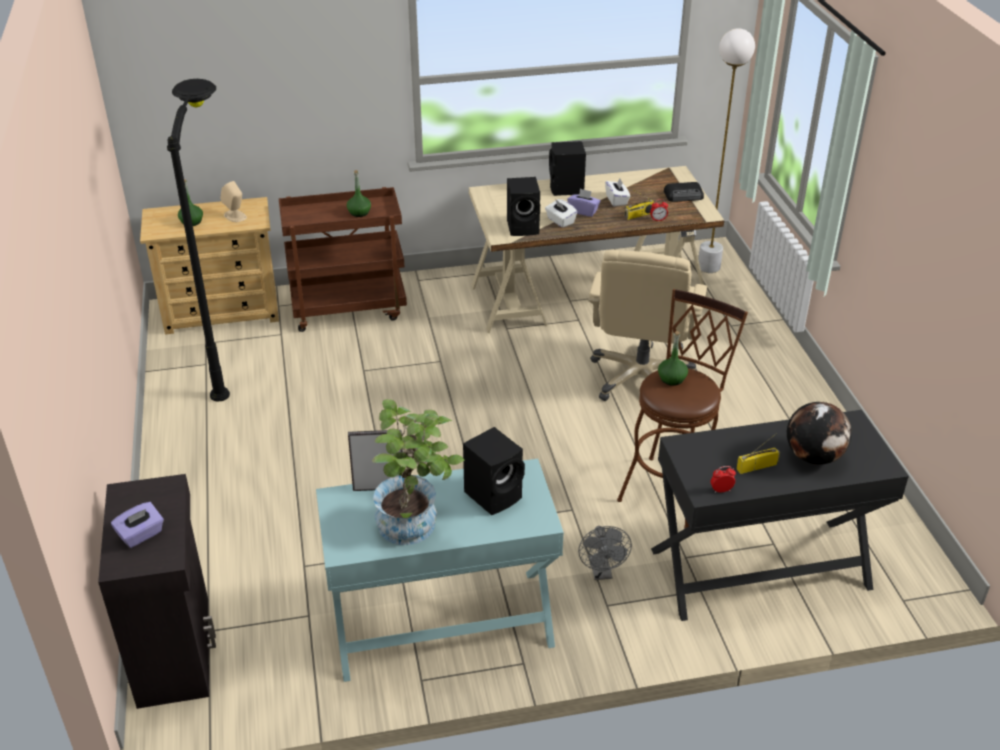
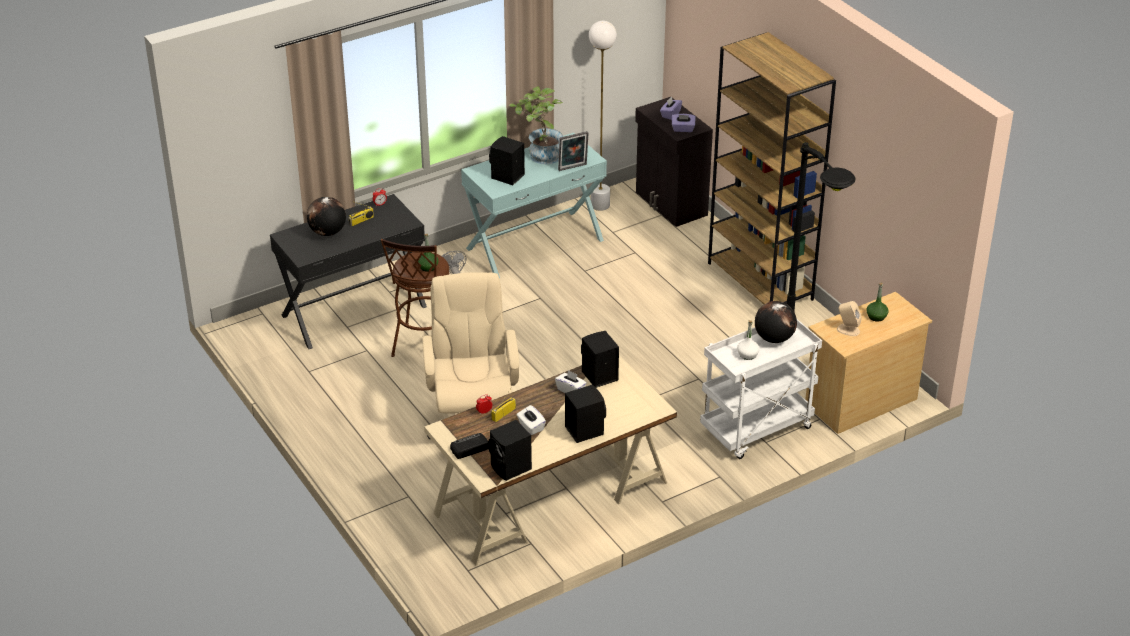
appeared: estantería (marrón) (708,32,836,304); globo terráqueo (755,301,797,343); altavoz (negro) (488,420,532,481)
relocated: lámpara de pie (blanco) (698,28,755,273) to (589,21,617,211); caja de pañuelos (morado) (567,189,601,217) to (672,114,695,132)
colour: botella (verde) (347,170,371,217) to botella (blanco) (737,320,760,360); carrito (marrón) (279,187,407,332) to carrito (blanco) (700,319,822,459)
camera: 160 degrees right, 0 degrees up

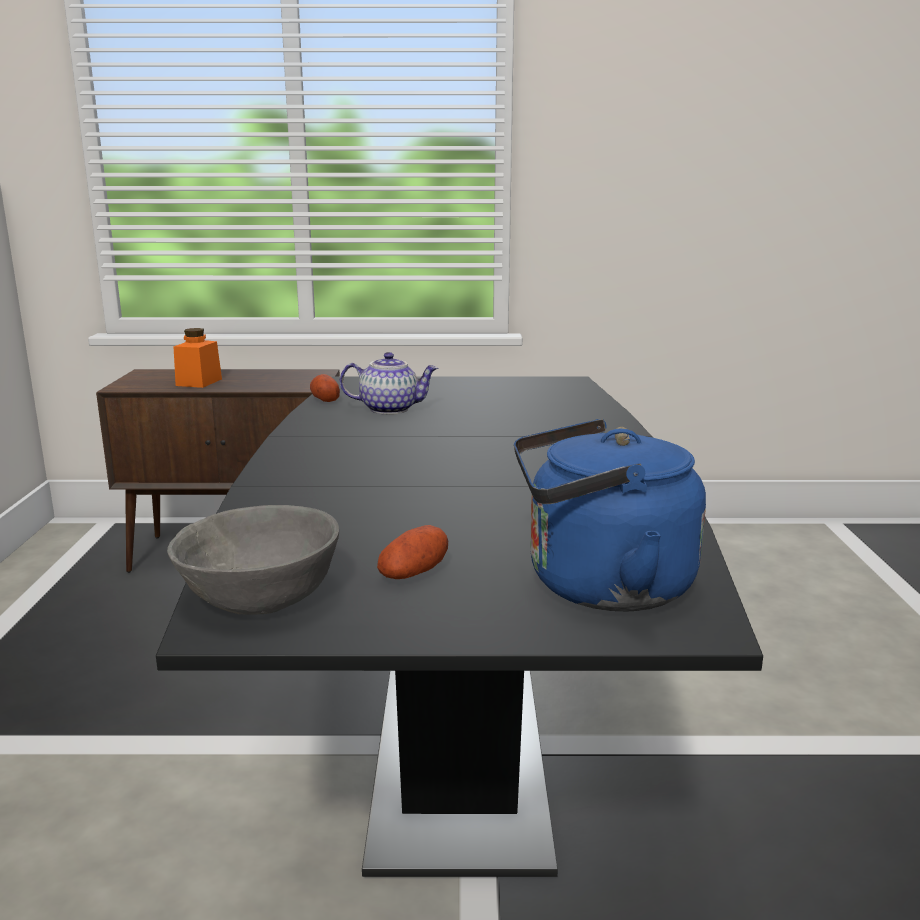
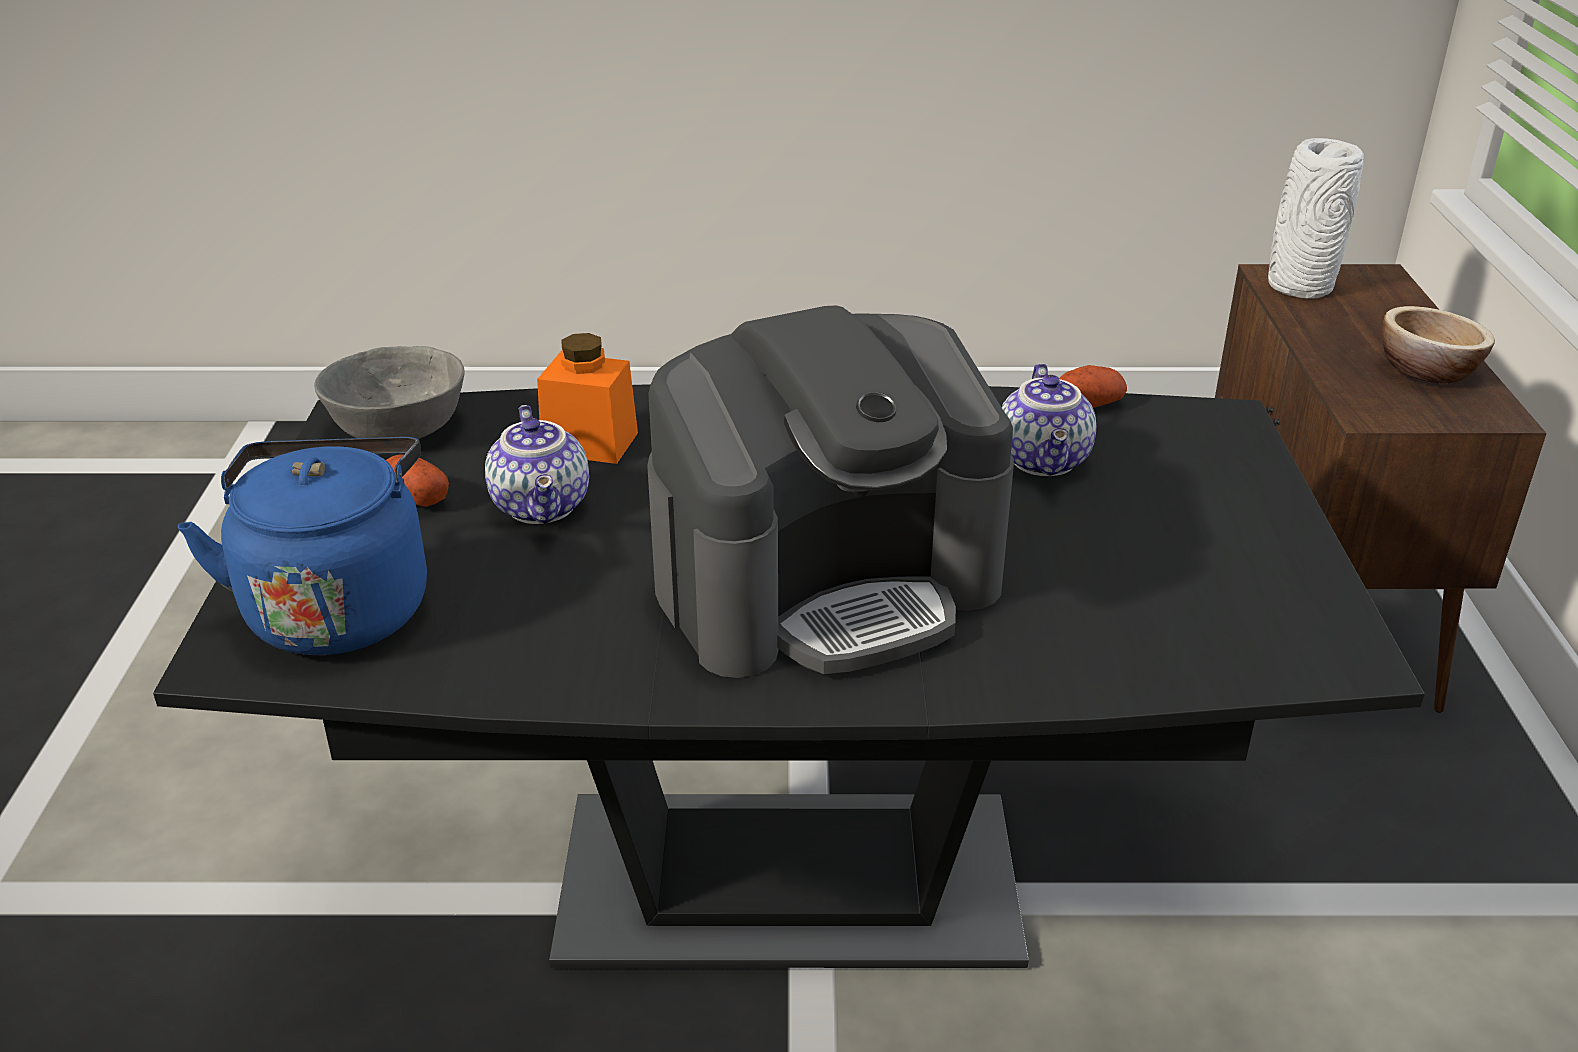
appeared: florero (blanco) (1268,138,1364,299); cafetera (647,305,1014,678); cuenco (1382,306,1495,383); tetera (485,405,589,524)
relocated: tarro (naranja) (173,328,222,388) to (537,333,638,464)
camera: 90 degrees right, 15 degrees up

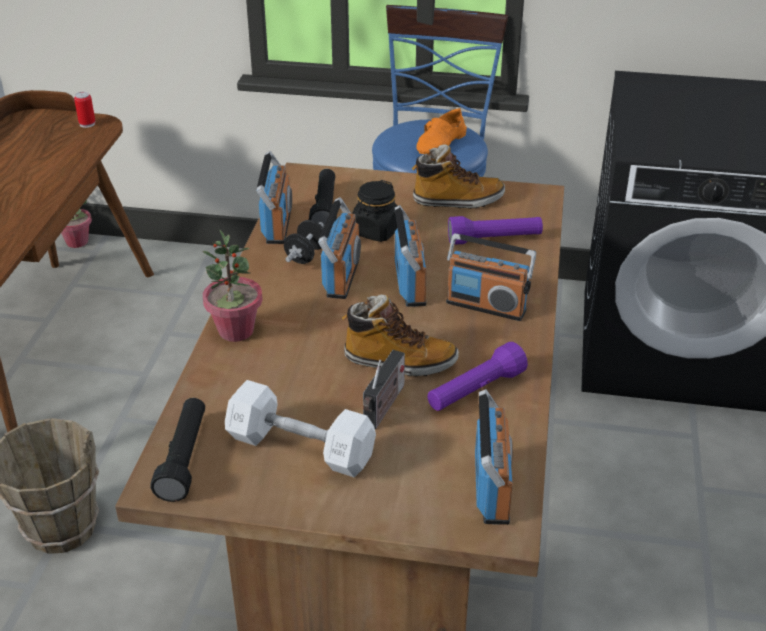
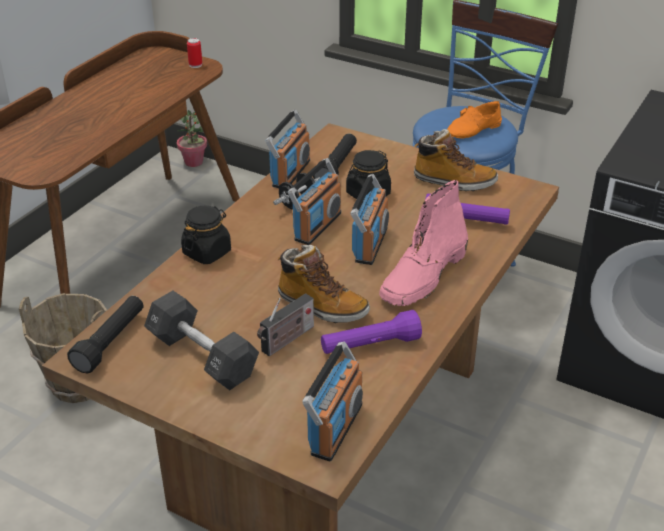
exchanged: planta en maceta (202,229,263,342) to tarro (negro) (181,206,231,264); radio (446,233,536,321) to bota (rosa) (379,180,468,306)
colour: mancuerna (blanco) (225,380,376,478) to mancuerna (negro) (144,291,259,390)
camera: 20 degrees right, 0 degrees up

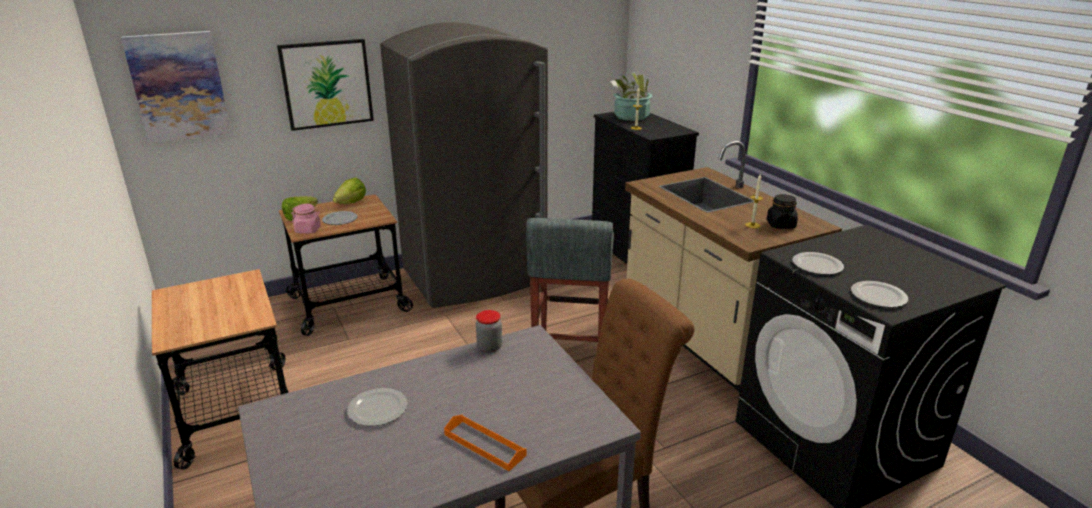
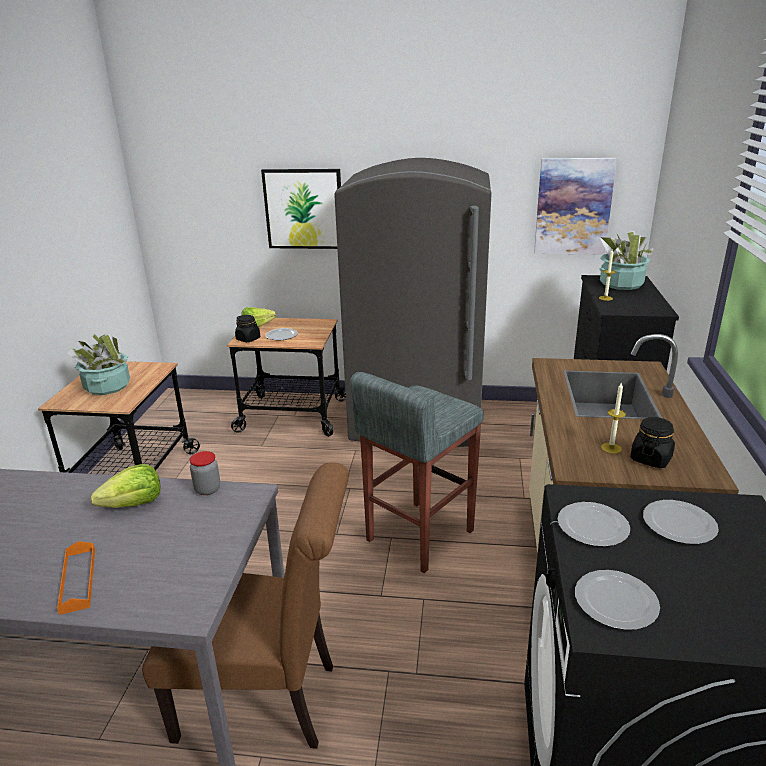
appeared: planta en maceta (67,333,130,395)
relocated: cuadro (121,31,231,143) to (534,158,617,254); lechuga (333,178,366,204) to (91,464,161,508); plato (347,388,408,426) to (643,500,719,544)
colour: tarro (rosa) (291,204,321,234) to tarro (negro) (235,315,260,342)
camera: 35 degrees right, 0 degrees up

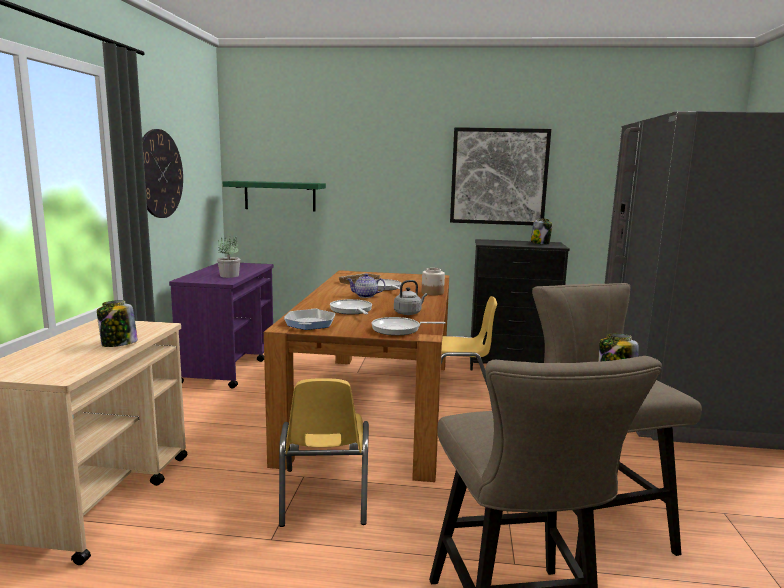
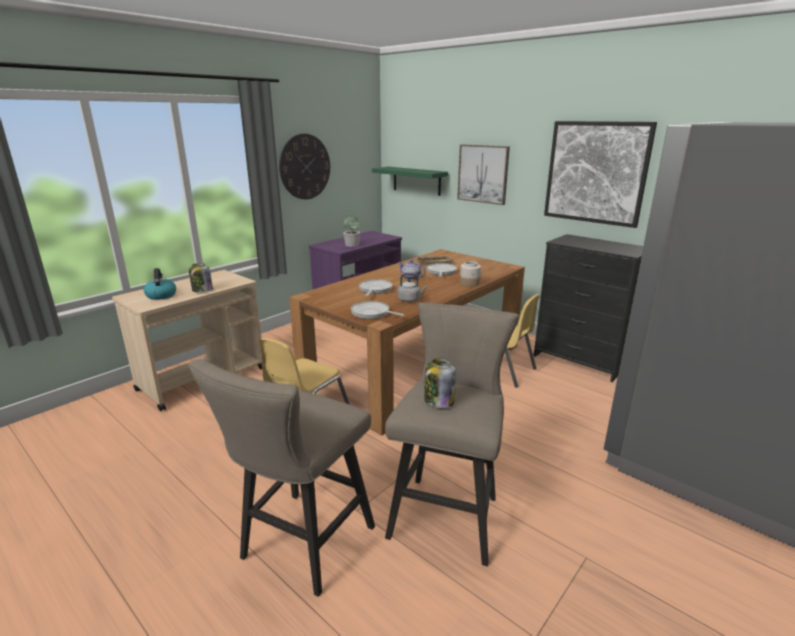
missing: tarro (531,218,552,245); sartén (284,308,335,330)
appeared: cuadro (457,144,510,205); hervidor (144,268,176,300)
camera: 35 degrees right, 10 degrees up

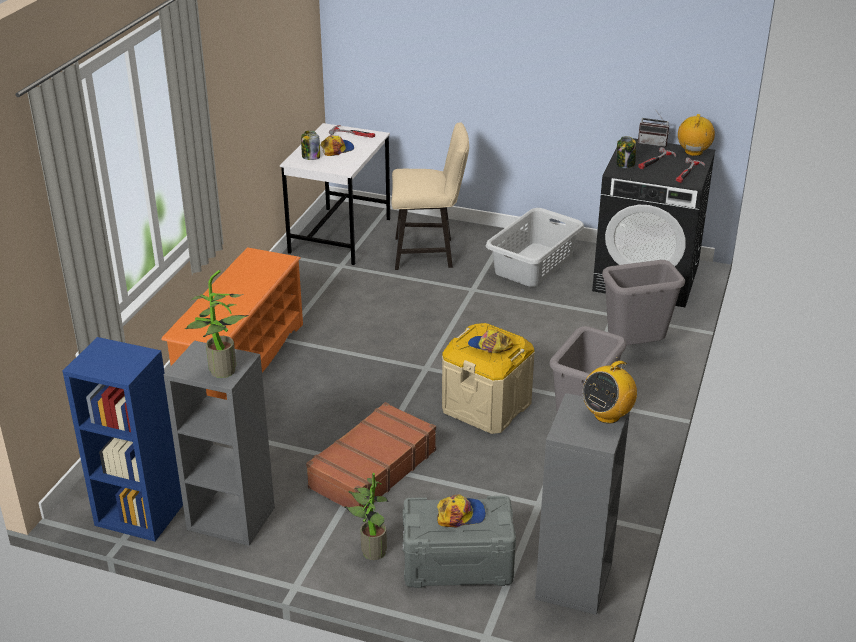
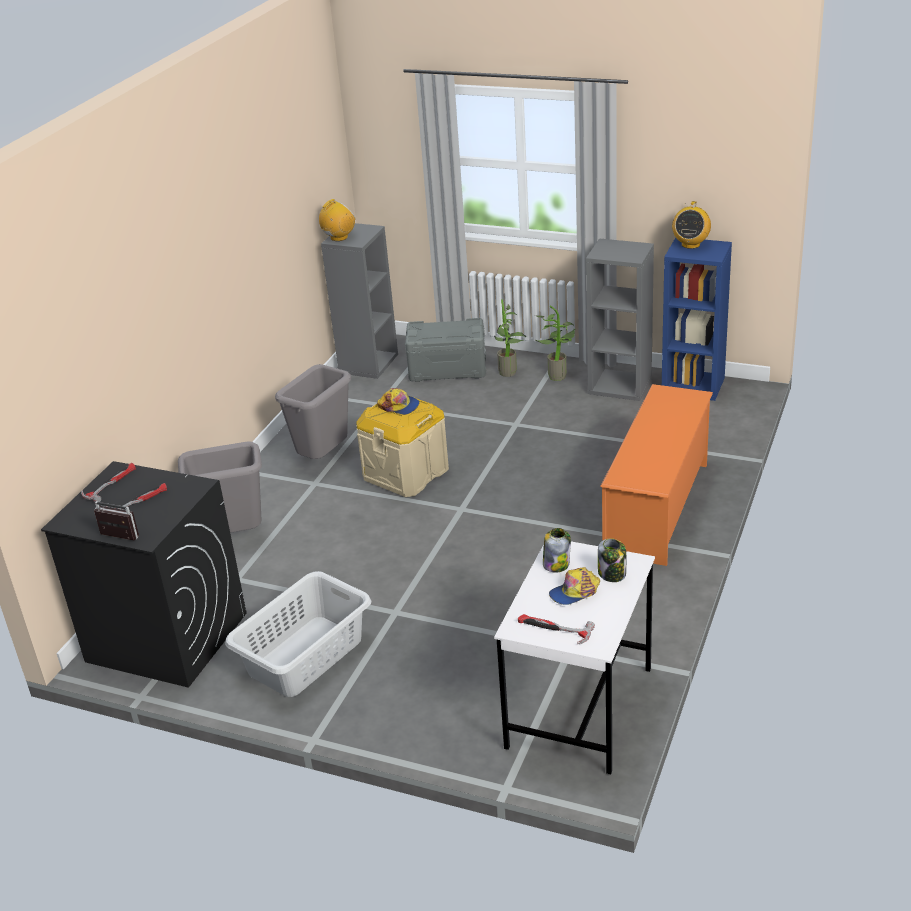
missing: silla (beis) (392,122,469,270); maleta (marrón) (306,402,436,509); gorra (437,494,486,528)
relocated: radio (678,114,715,156) to (672,201,711,249); tarro (617,136,636,168) to (543,528,571,573); planta en maceta (184,270,249,378) to (535,305,575,381)
camera: 175 degrees left, 0 degrees up

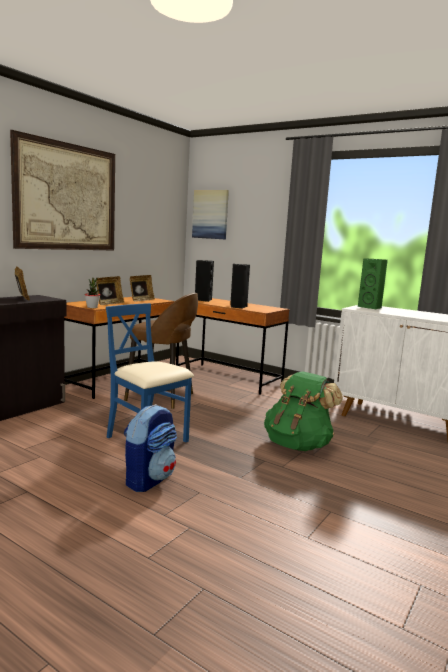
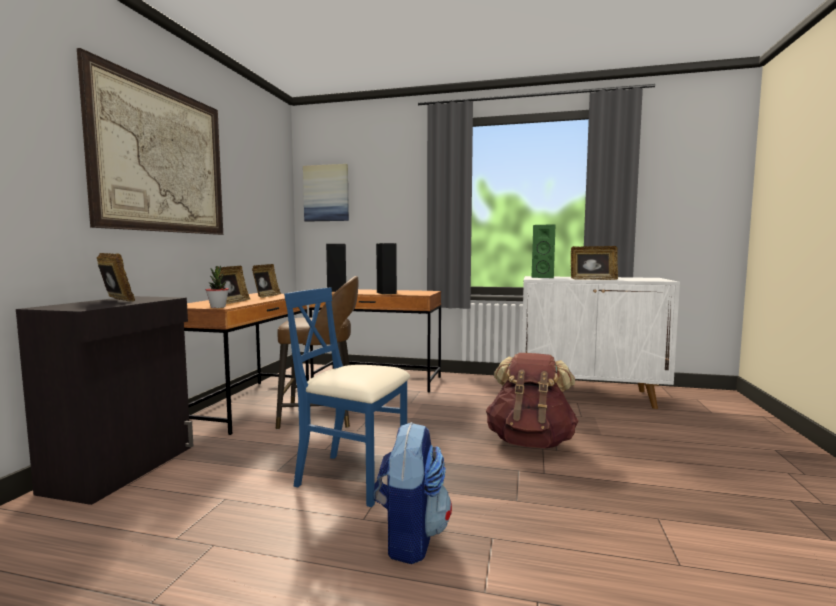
appeared: portarretratos (571,246,618,280)
colour: mochila (verde) (264,371,343,451) to mochila (marrón) (486,353,578,448)
camera: 20 degrees left, 5 degrees down

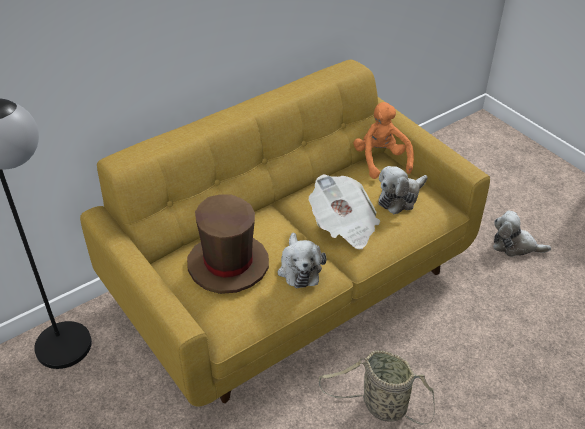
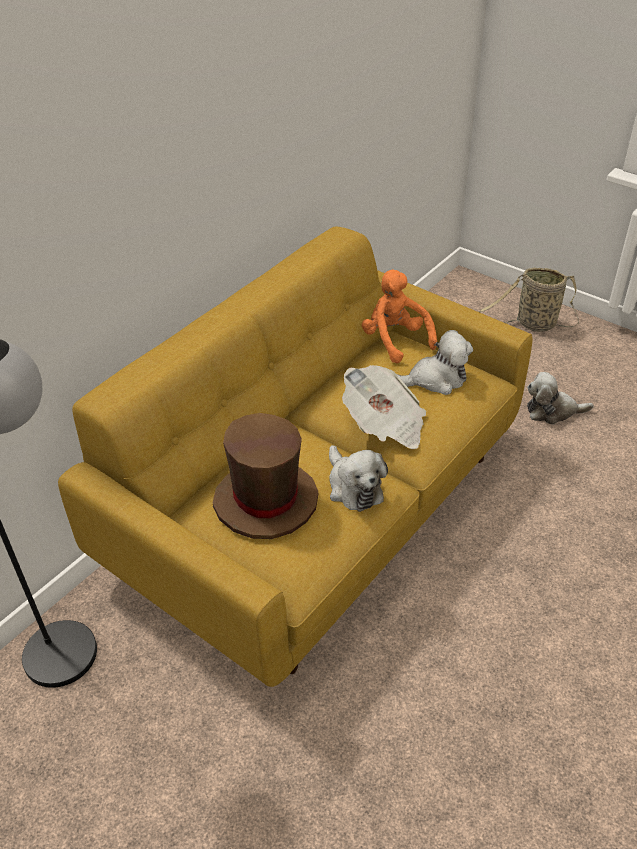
relocated: cesta (319,350,435,425) to (478,268,579,332)
spun: peluche (378,166,428,214) = (397,330,473,395) 135 degrees counterclockwise
camera: 15 degrees left, 0 degrees up

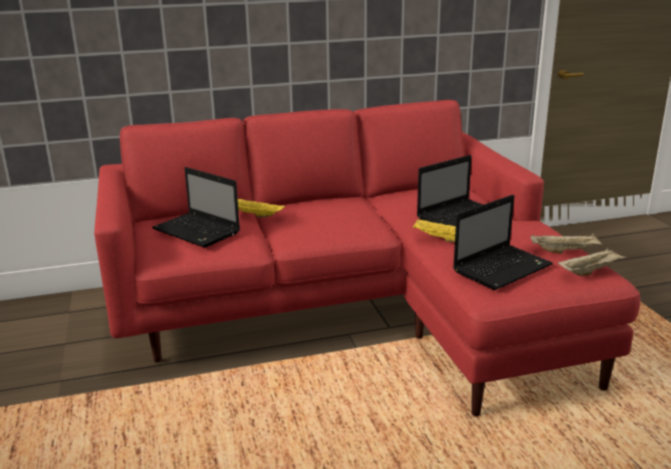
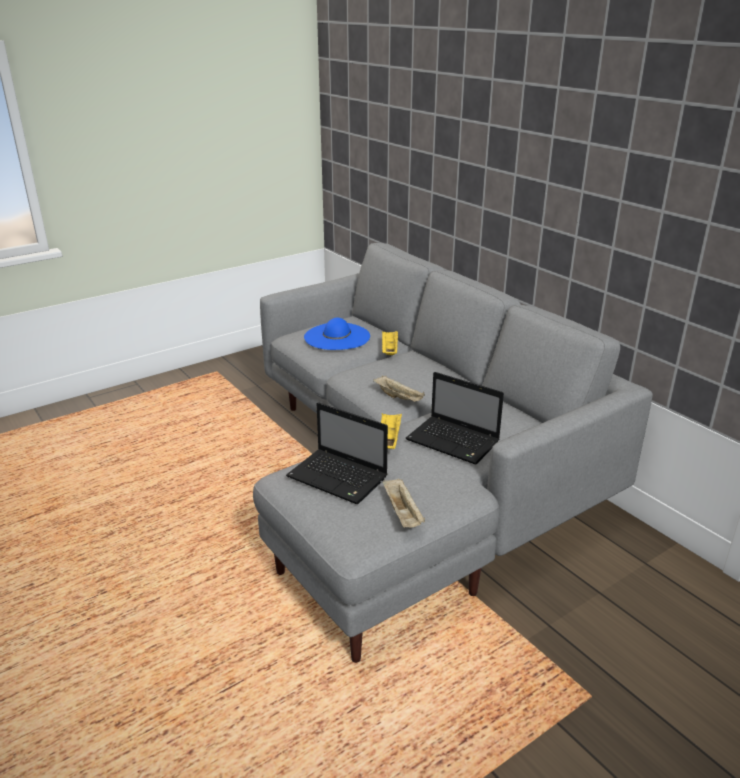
relocated: bandeja (beis) (558,248,627,276) to (373,376,425,402)
exchanged: portátil (152,167,240,248) to sombrero (azul) (304,318,370,350)
colour: sofá (rojo) (94,100,640,416) to sofá (gris) (253,243,653,663)
camera: 70 degrees right, 5 degrees up

